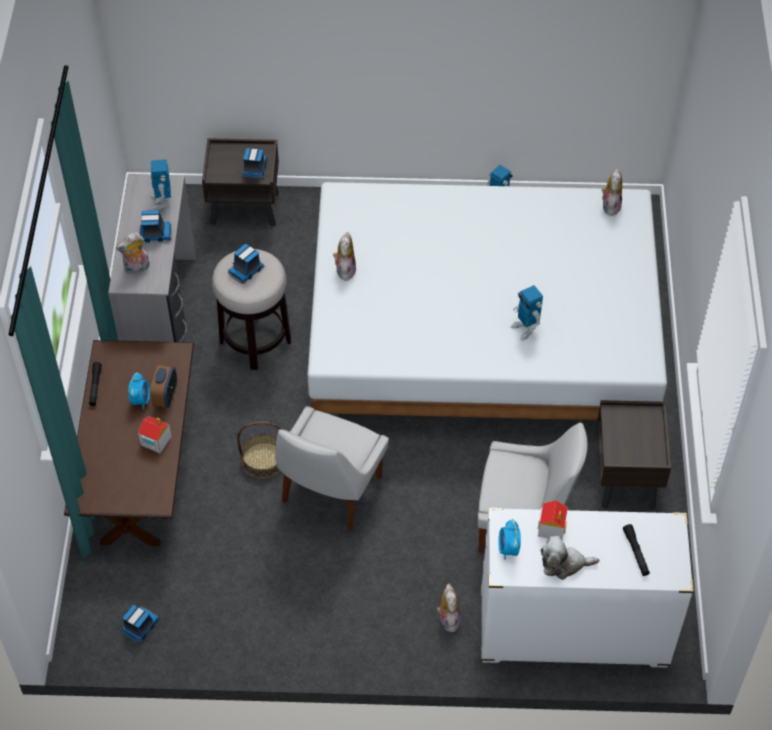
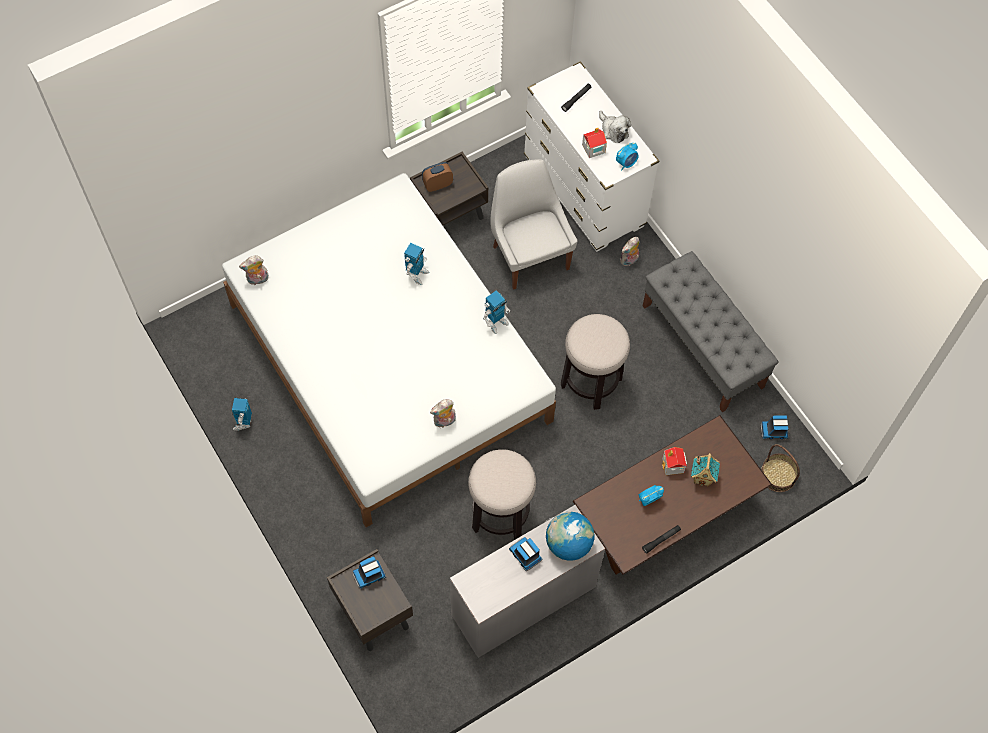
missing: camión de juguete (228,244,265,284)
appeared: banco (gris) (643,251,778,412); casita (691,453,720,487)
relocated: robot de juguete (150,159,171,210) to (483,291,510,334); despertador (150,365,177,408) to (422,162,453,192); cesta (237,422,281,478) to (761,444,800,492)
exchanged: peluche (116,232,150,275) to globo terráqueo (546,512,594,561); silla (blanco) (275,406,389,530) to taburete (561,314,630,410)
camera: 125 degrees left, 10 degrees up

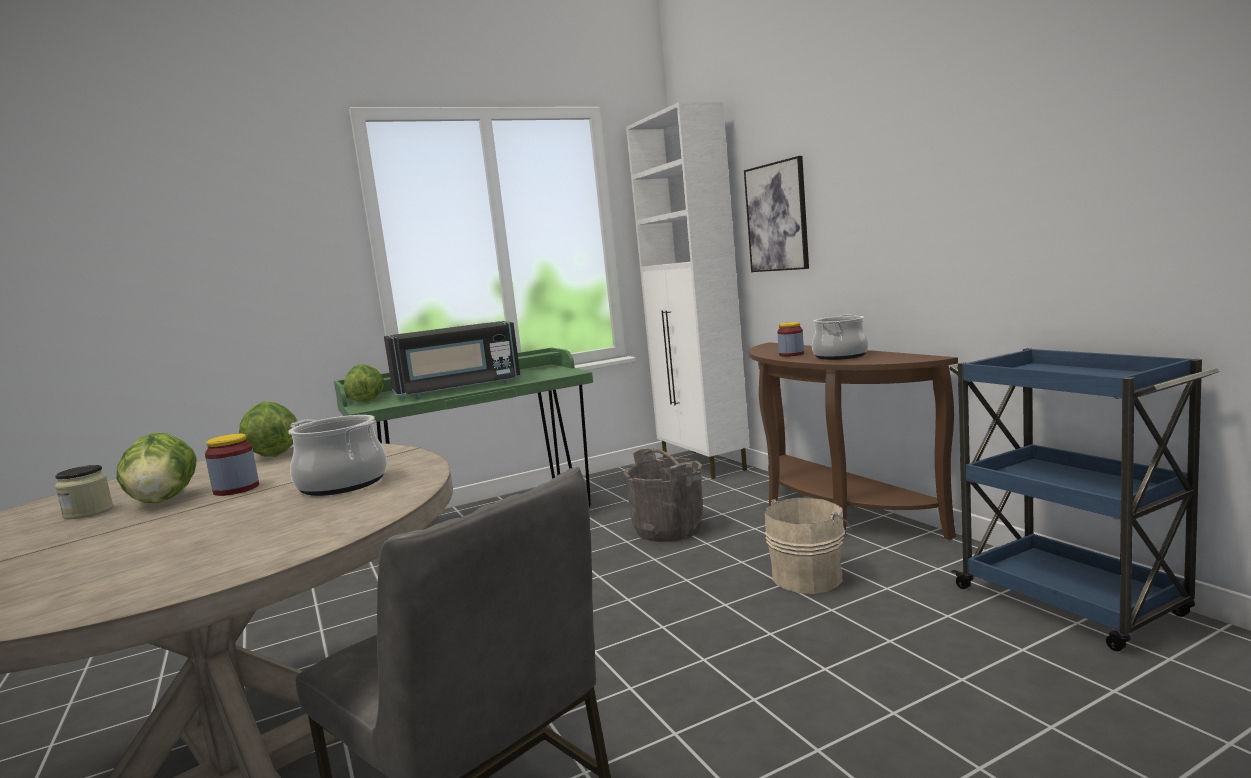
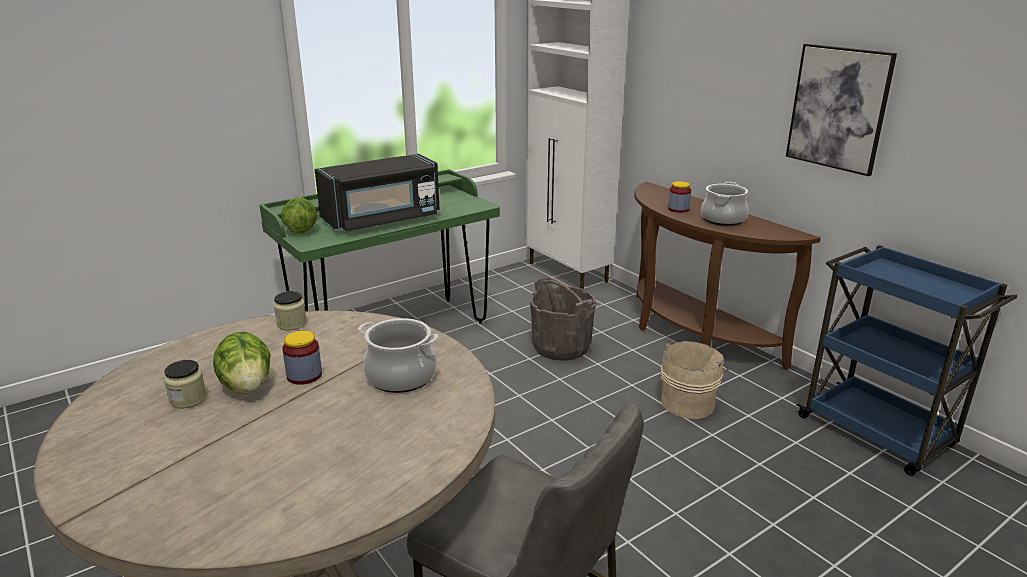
relocated: cuadro (744,156,809,272) to (786,44,897,176)
exchanged: lechuga (239,401,299,457) to tarro (274,291,307,330)
camera: 10 degrees left, 15 degrees up

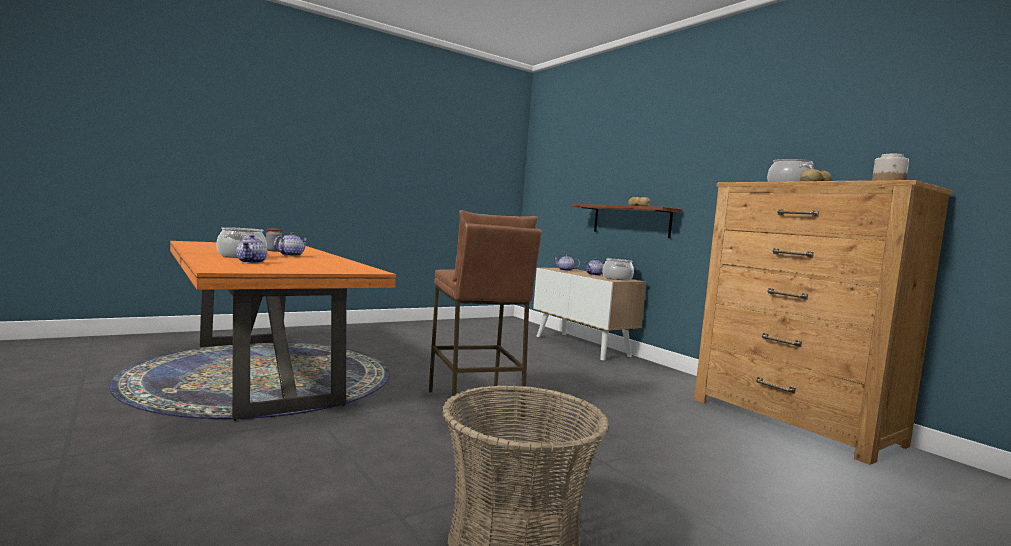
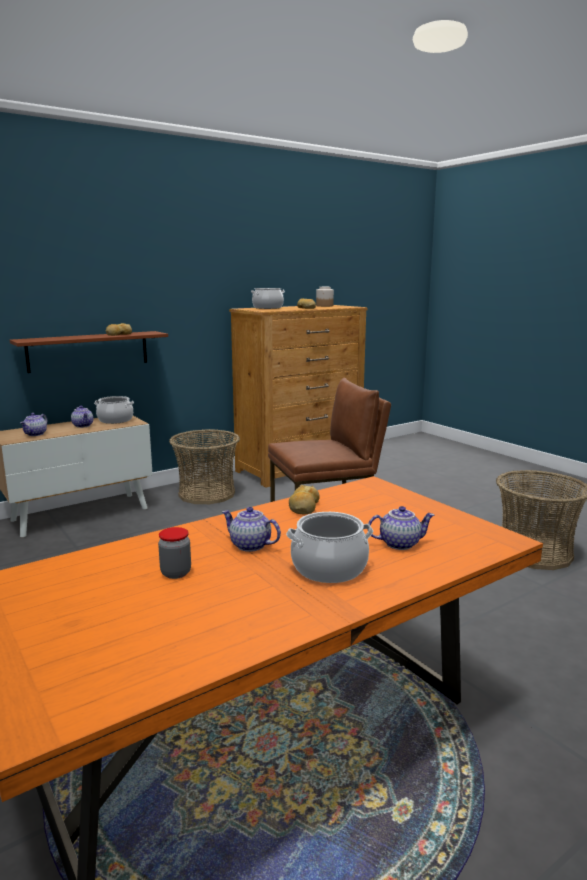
appeared: cesta (169,429,240,504); pan (289,485,320,515)
camera: 90 degrees left, 10 degrees up

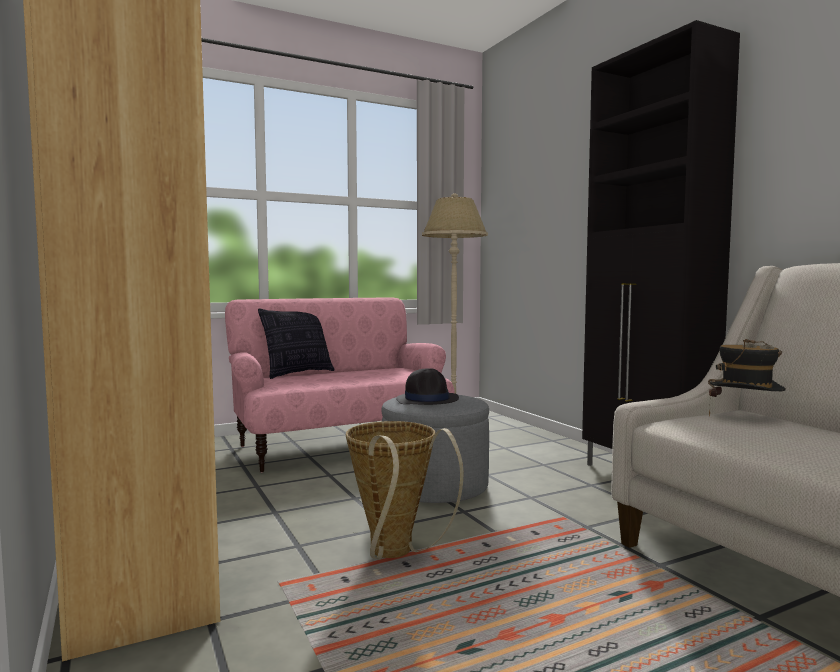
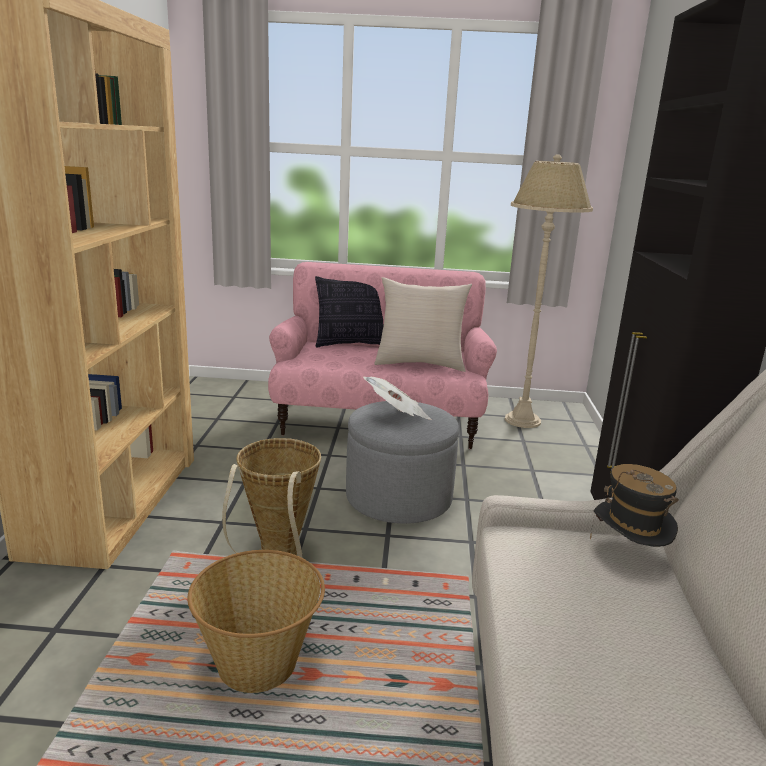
appeared: cojín (beis) (374,277,472,372); cesta (188,550,325,693)
exchanged: sombrero (negro) (396,368,459,405) to periódico (363,376,432,420)
camera: 30 degrees right, 15 degrees up

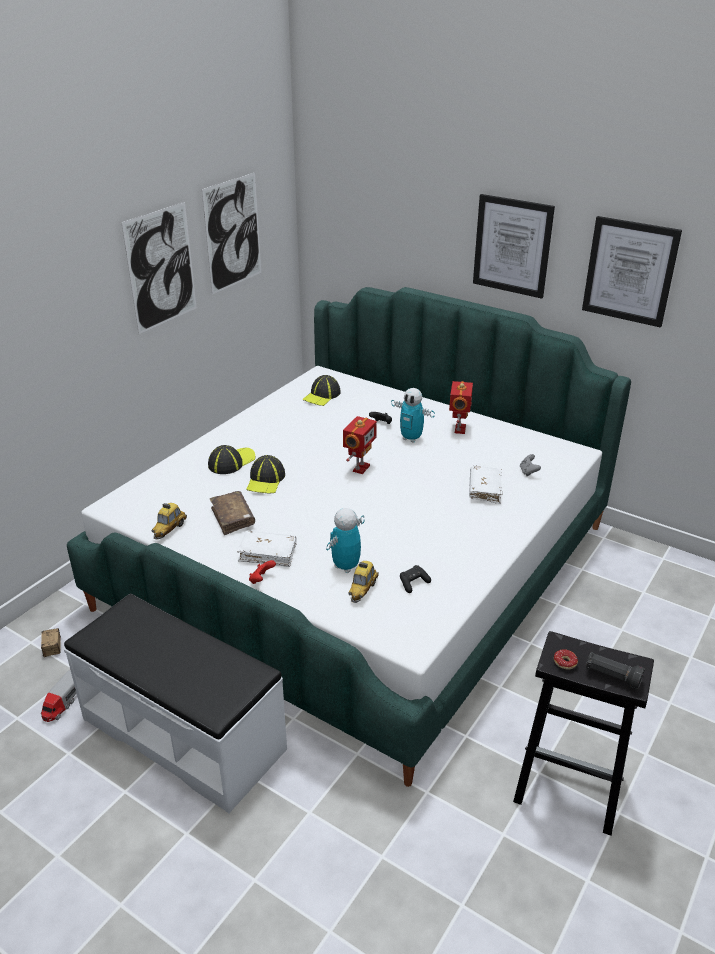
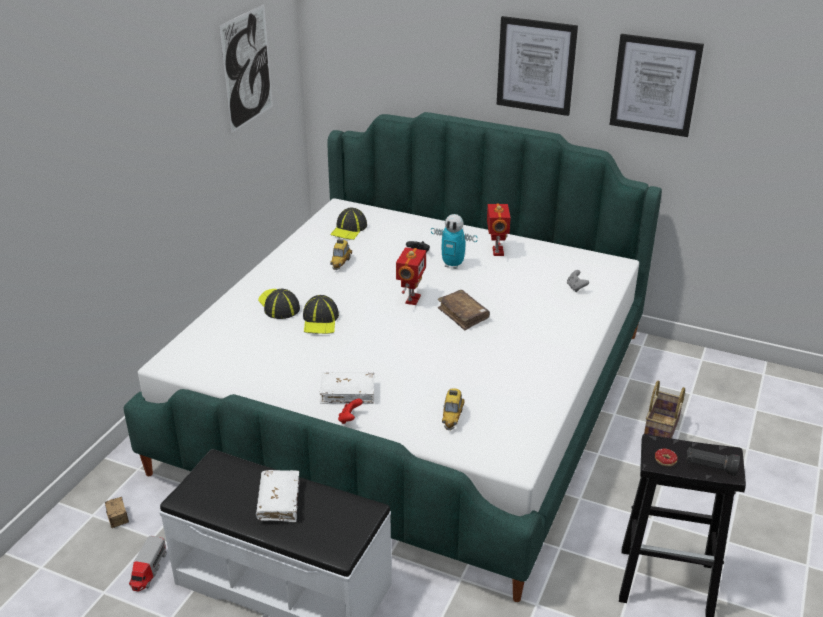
missing: cuadro (121,202,197,334); robot de juguete (326,508,365,573); mando de consola (negro) (400,565,431,593)
appeared: cesta (644,380,685,438)
relocated: libro (blanco) (469,466,502,504) to (256,470,299,522); libro (marrón) (210,491,255,535) to (438,290,490,330); coche de juguete (151,503,187,540) to (330,239,352,270)
spun: gorra (208,445,255,474) = (258,289,300,319) 60 degrees counterclockwise
camera: 10 degrees left, 0 degrees up

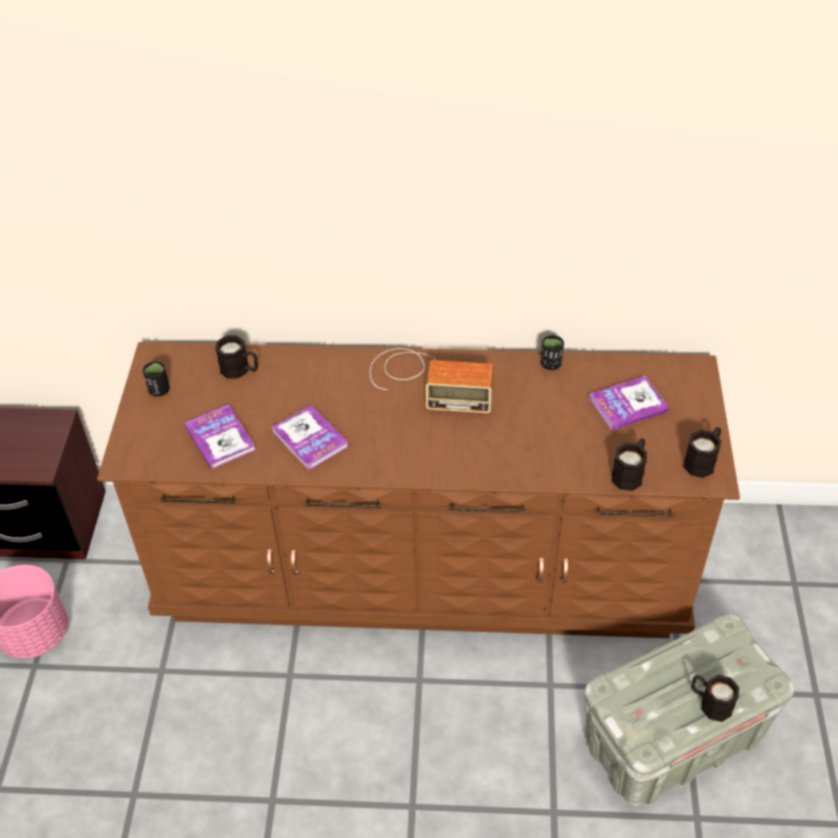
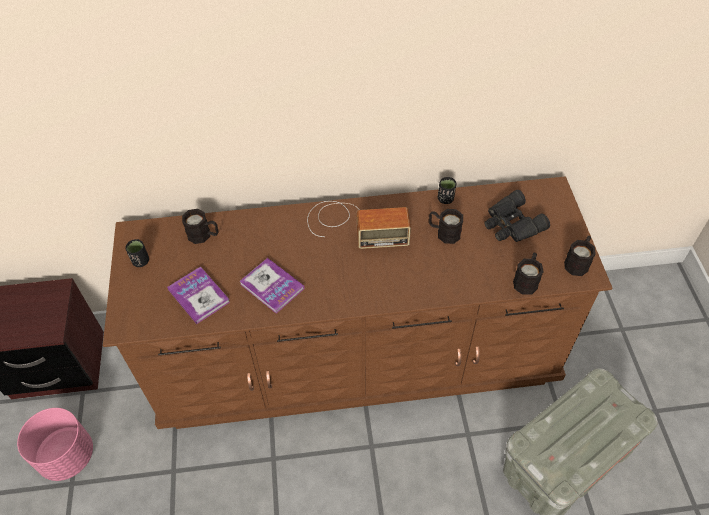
relocated: taza grande (negro) (691,675,739,722) to (429,209,463,244)
exchanged: libro (589,376,669,431) to prismáticos (negro) (484,190,550,242)
camera: 10 degrees left, 5 degrees up

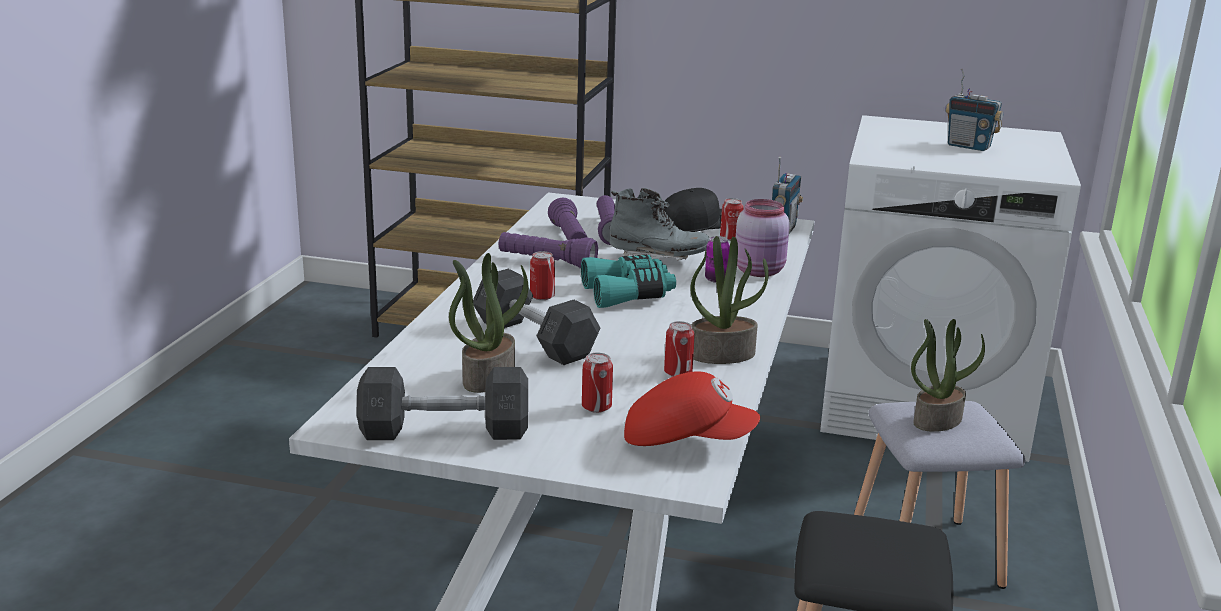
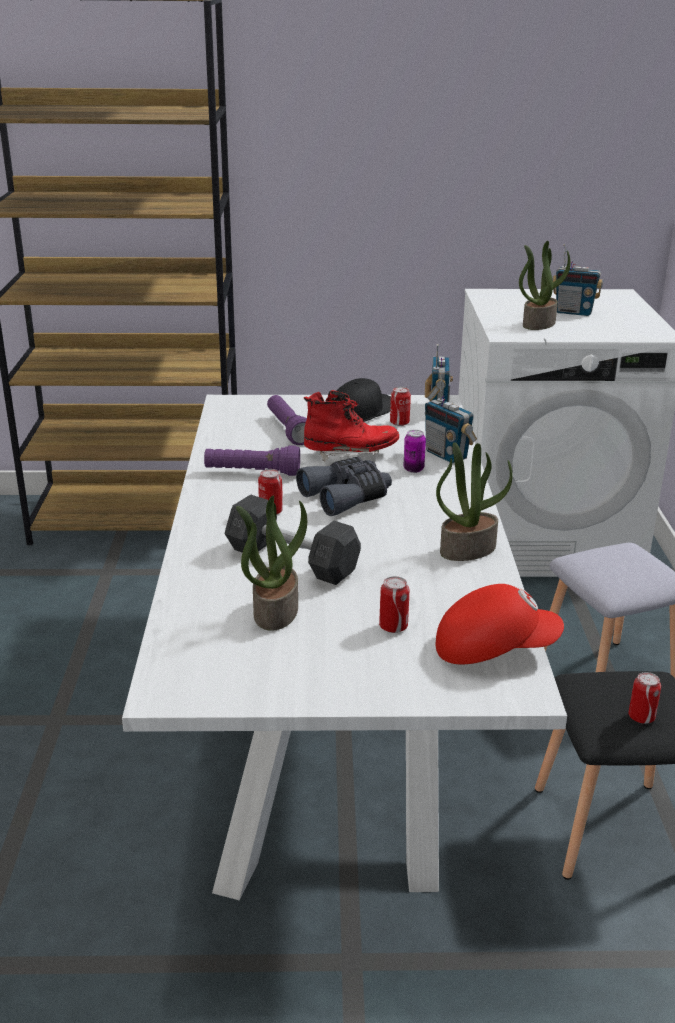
missing: linterna (morado) (548,198,588,240); mancuerna (gris) (356,367,528,440)
relocated: planta en maceta (911,319,985,432) to (519,241,571,330); lata (664,321,695,377) to (628,672,661,724)
exchanged: tarro (rosa) (736,199,790,277) to radio (425,373,477,463)
colour: bota (gris) (610,188,709,261) to bota (rojo) (304,390,399,462); prismáticos (turquesa) (581,255,676,308) to prismáticos (gris) (296,457,392,516)
camera: 15 degrees left, 5 degrees up

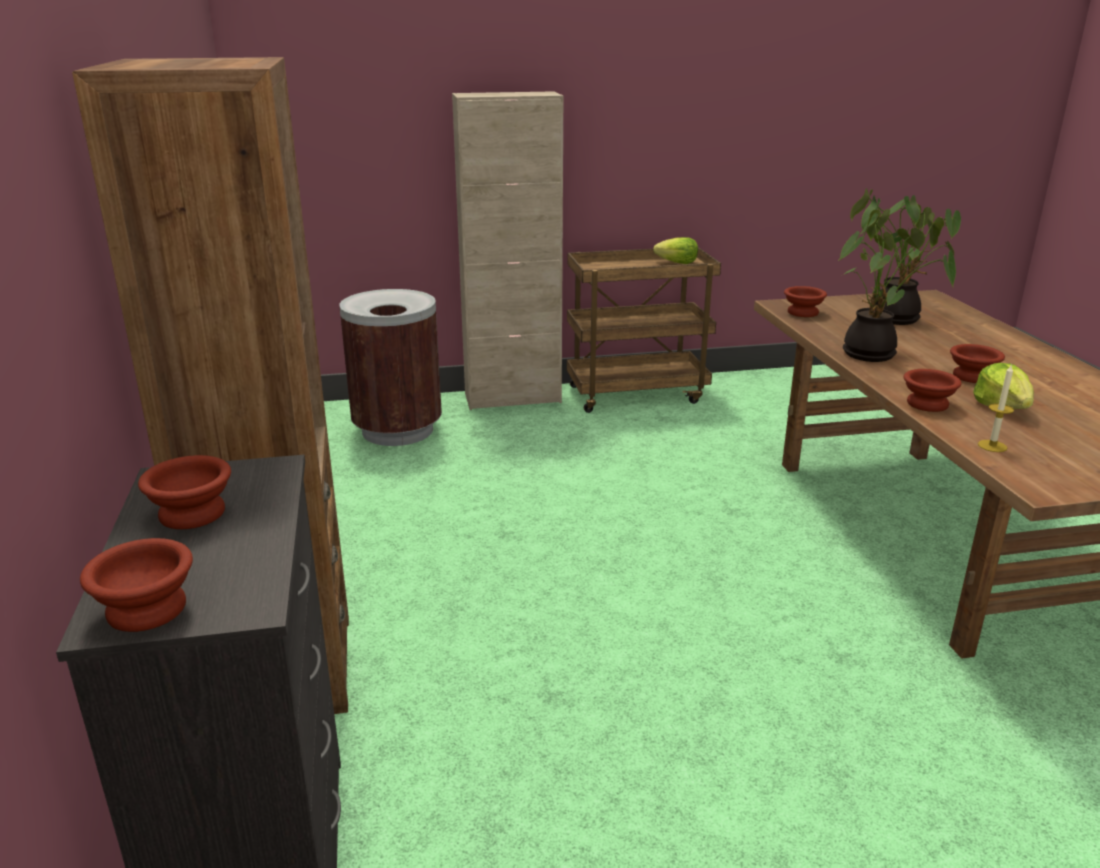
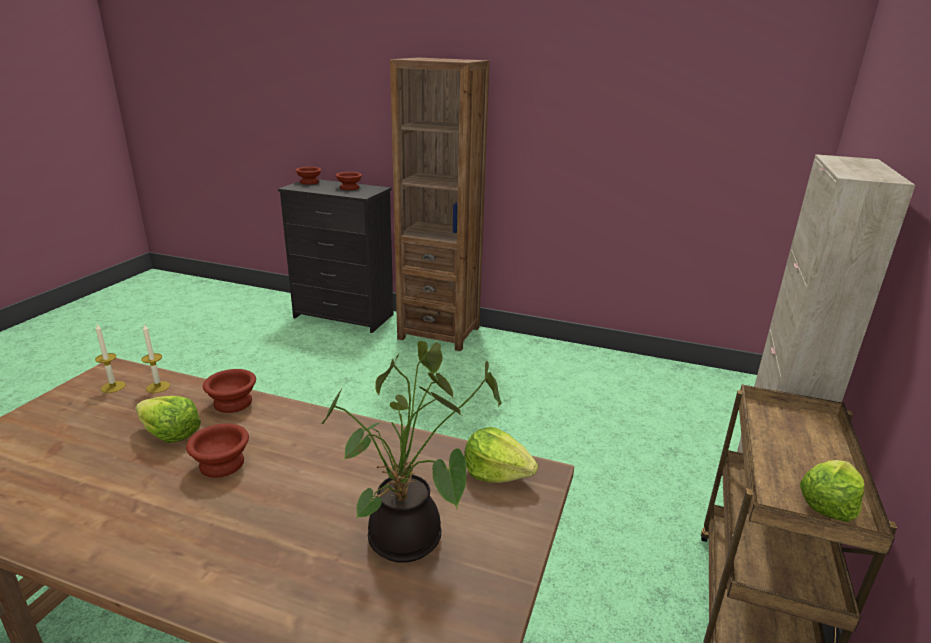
missing: planta en maceta (838,209,956,362); papelera (marrón) (339,289,442,446)
appeared: vela (95,324,126,393)
exchanged: cuenco (marrón) (784,286,827,317) to lechuga (464,427,538,483)
camera: 120 degrees right, 0 degrees up

